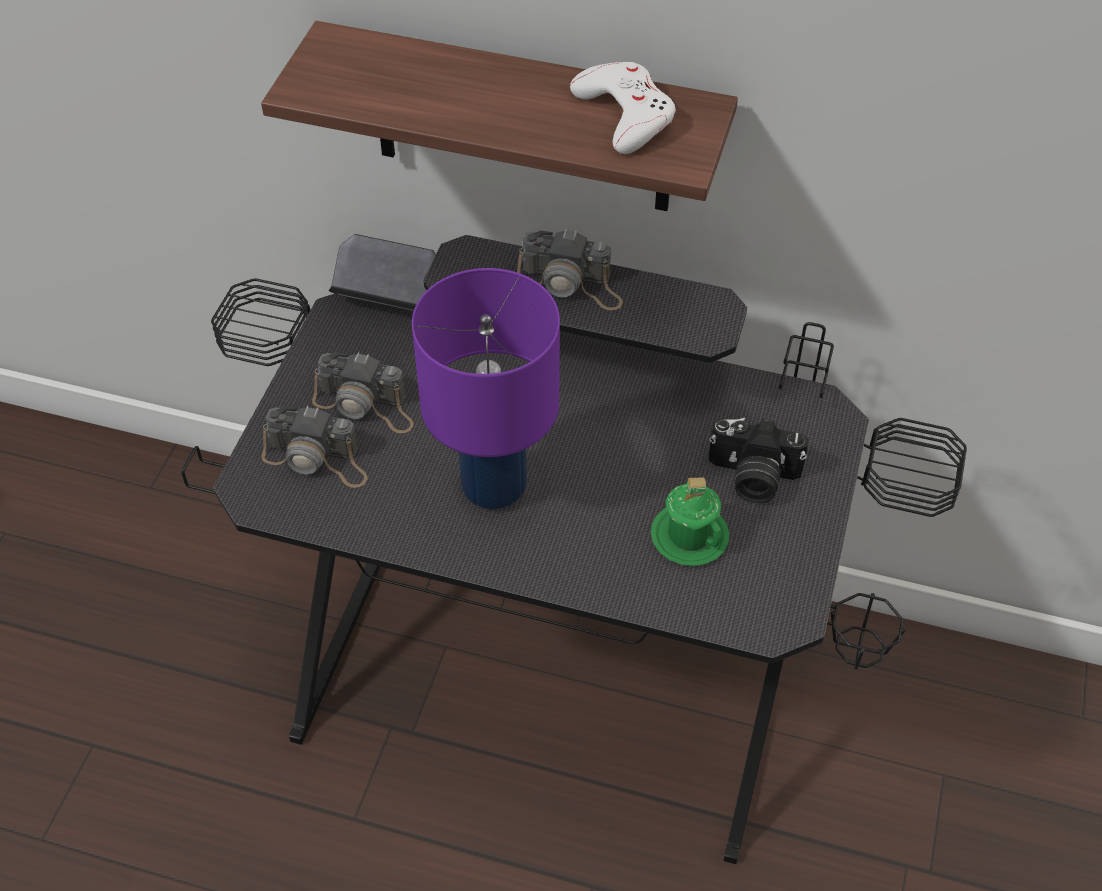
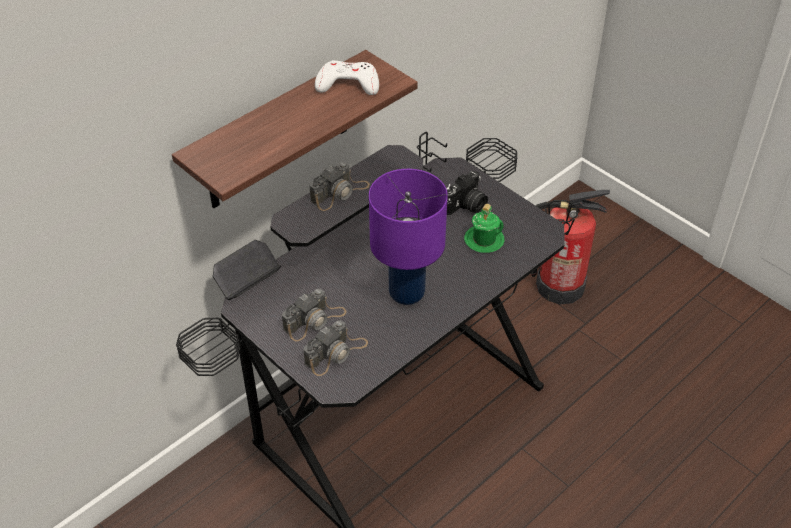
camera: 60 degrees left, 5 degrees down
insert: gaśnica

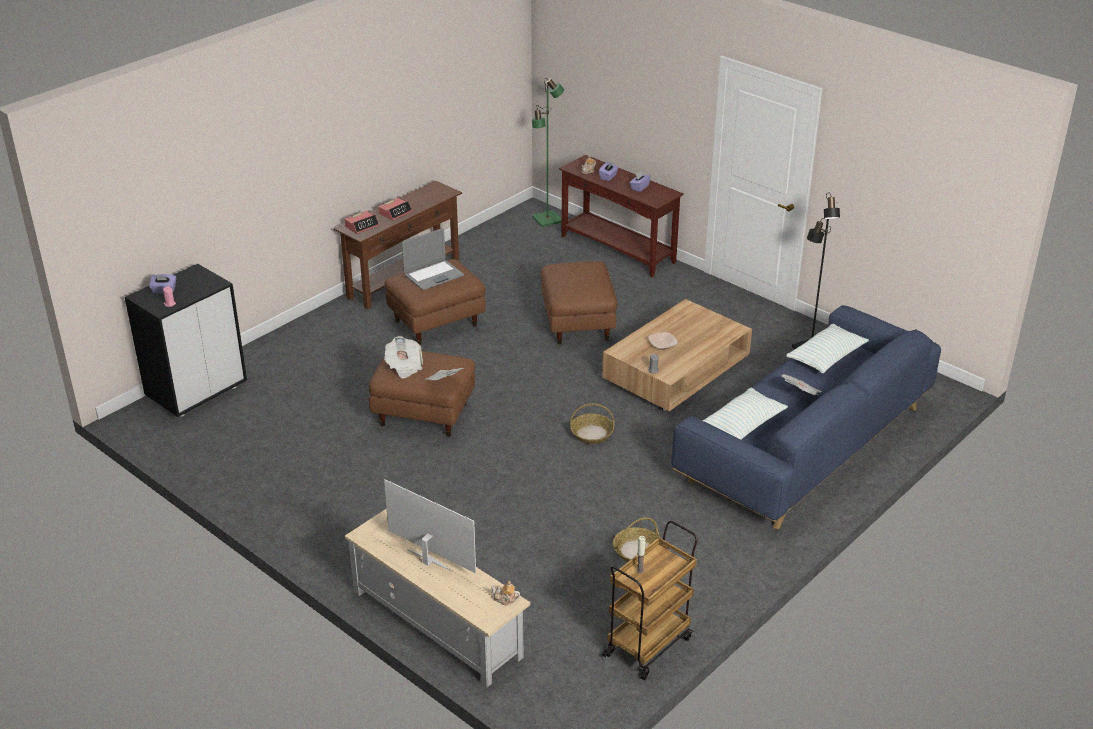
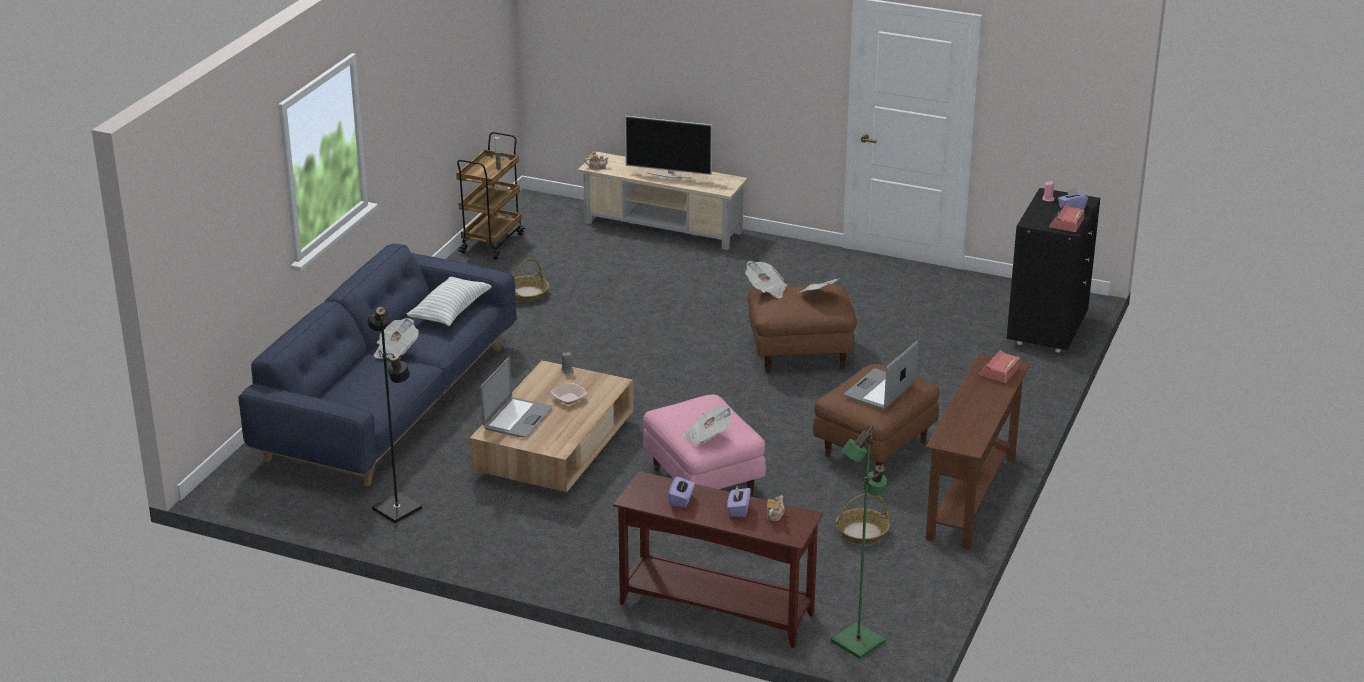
camera: 160 degrees right, 5 degrees down
delete: poduszka (2nd from left)
insert: laptop (1st from left); gazeta (2nd from left)
move: budzik (2nd from left); koszyk (1st from left in the first image) to koszyk (2nd from left)
recolor: pufa/brązowy (3rd from left) to pufa/różowy

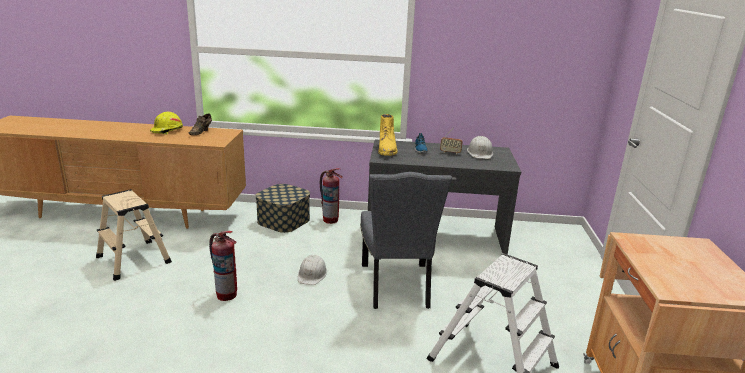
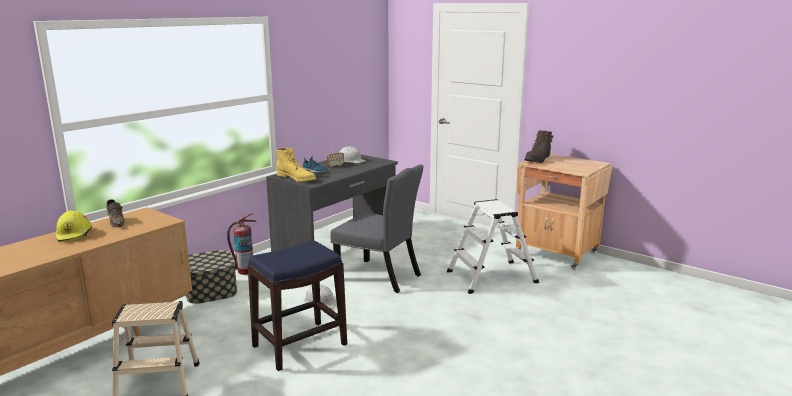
camera: 55 degrees left, 5 degrees down
insert: but z cholewką/brązowy
replace: gaśnica (1st from left) to stołek

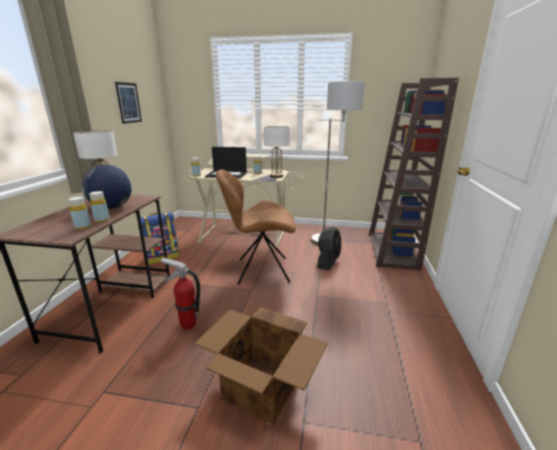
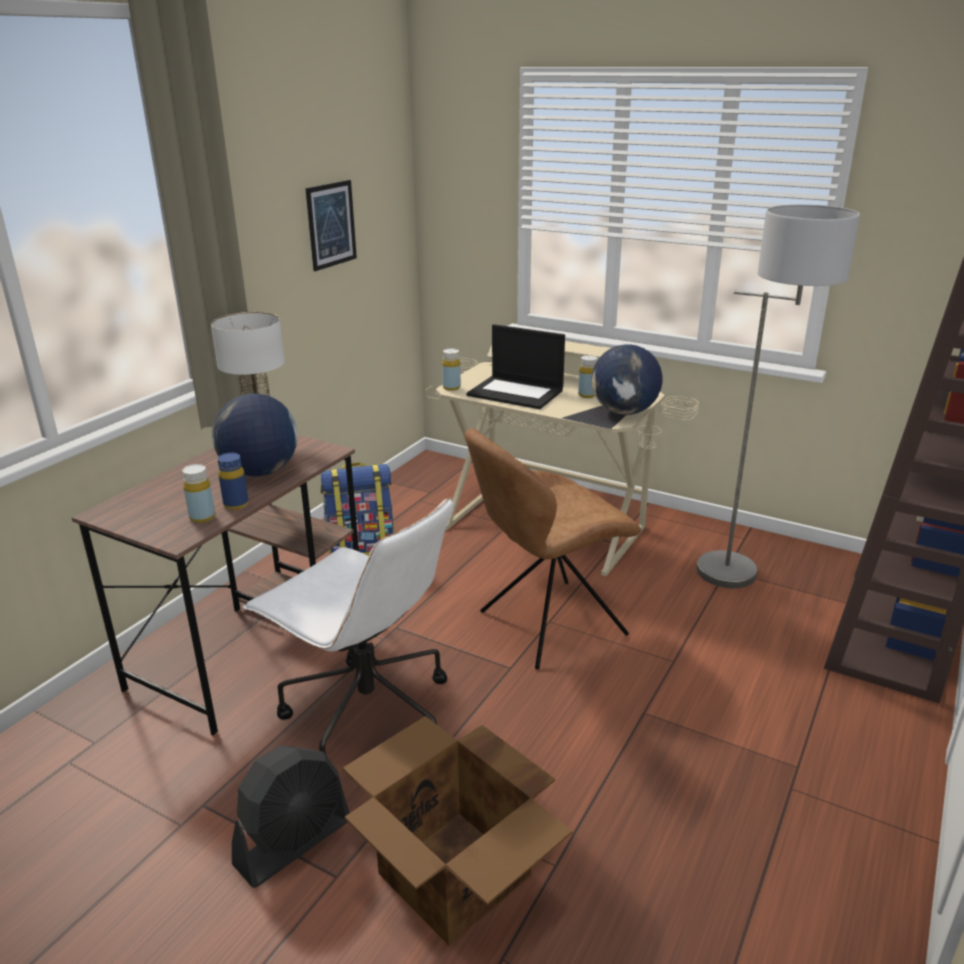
camera: 20 degrees right, 5 degrees up
move: wentylator/czarny
replace: lampa stołowa (2nd from left) to globus (2nd from left); gaśnica to krzesło biurowe/biały
recolor: butelka/żółty (2nd from left) to butelka/niebieski
rotate: krzesło/brązowy 45 degrees counterclockwise

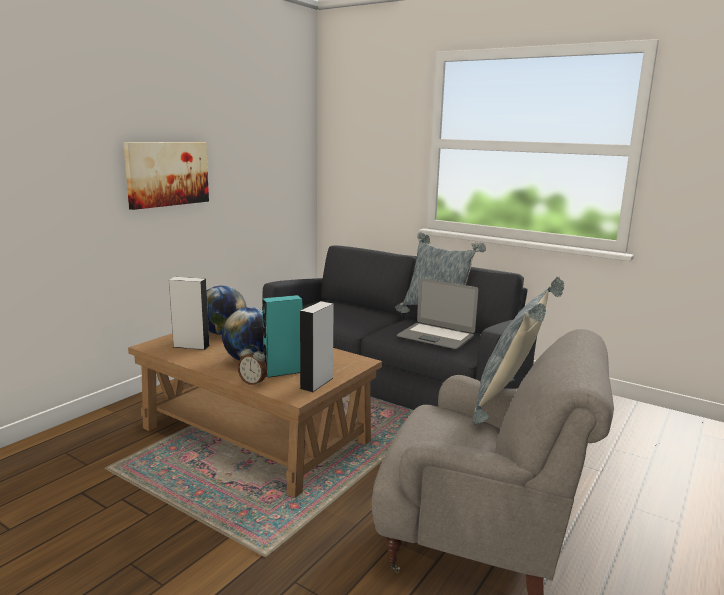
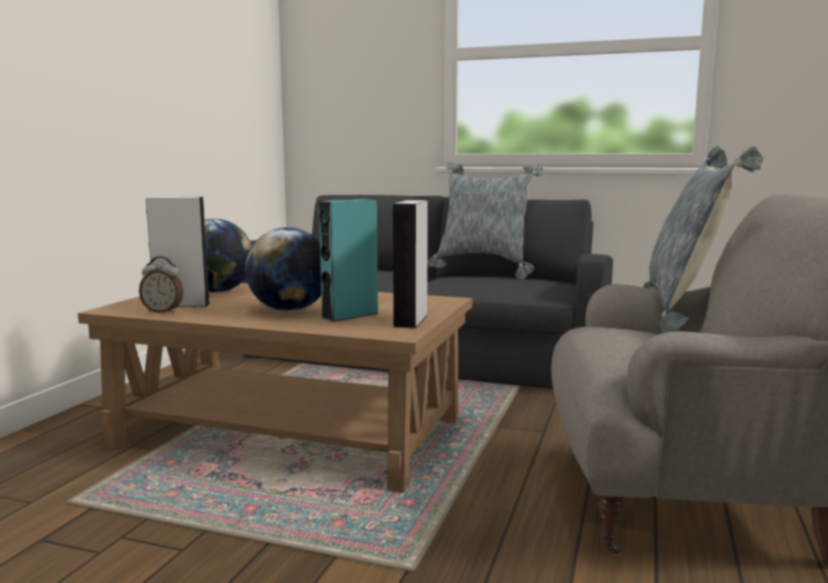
camera: 15 degrees left, 5 degrees down
delete: obraz; laptop
move: budzik

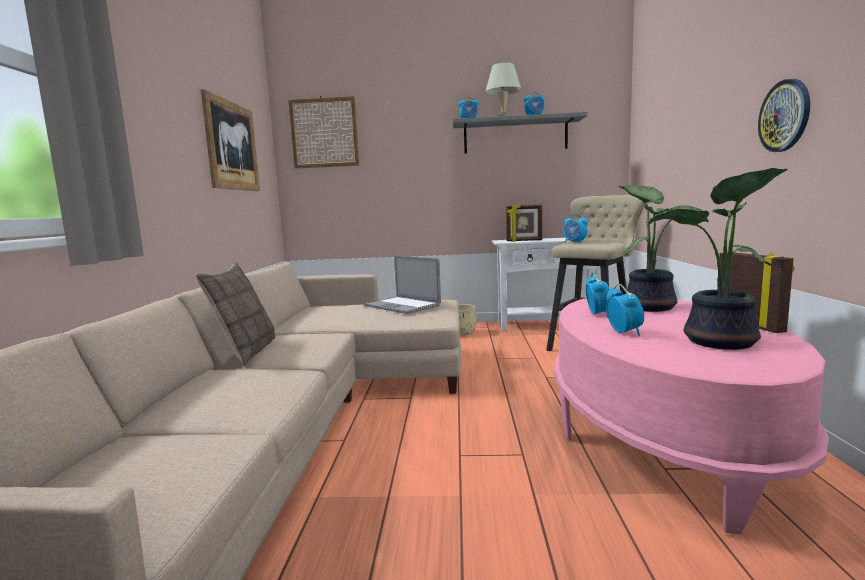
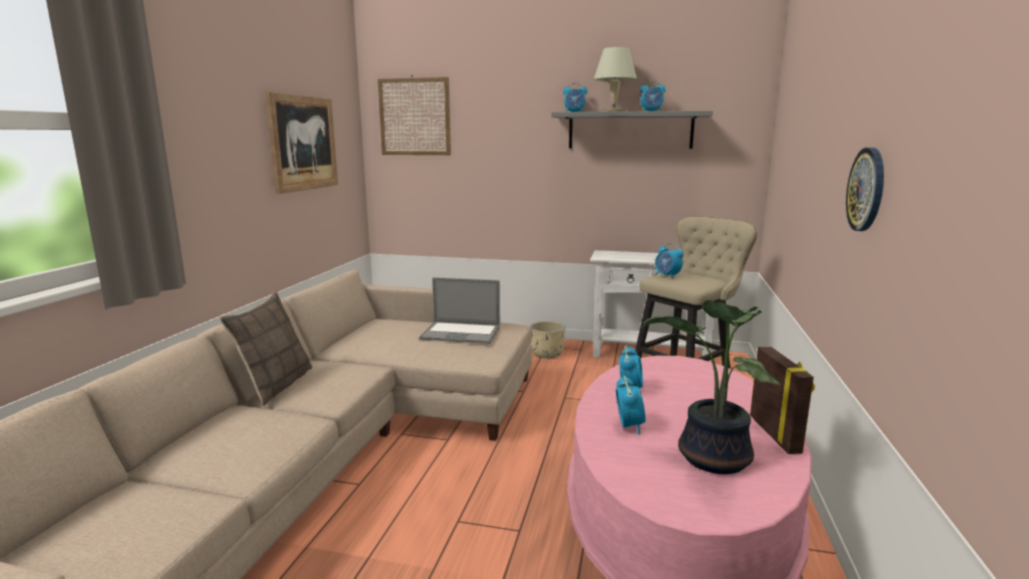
camera: 10 degrees right, 5 degrees up
delete: roślina doniczkowa (1st from left); ramka na zdjęcie (1st from left)
rotate: laptop 45 degrees counterclockwise

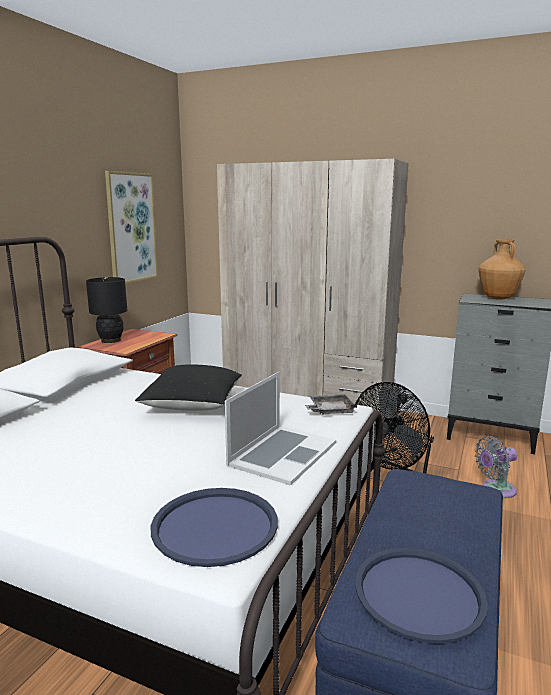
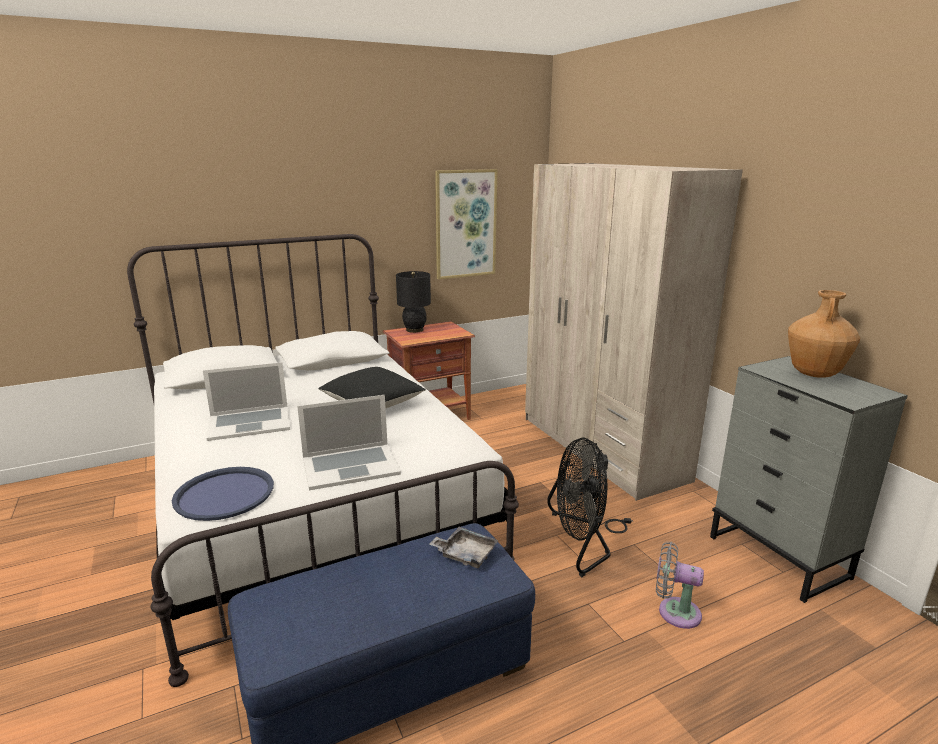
camera: 40 degrees right, 5 degrees up
delete: taca/niebieski (2nd from left)
insert: laptop (1st from left)
move: taca/szary

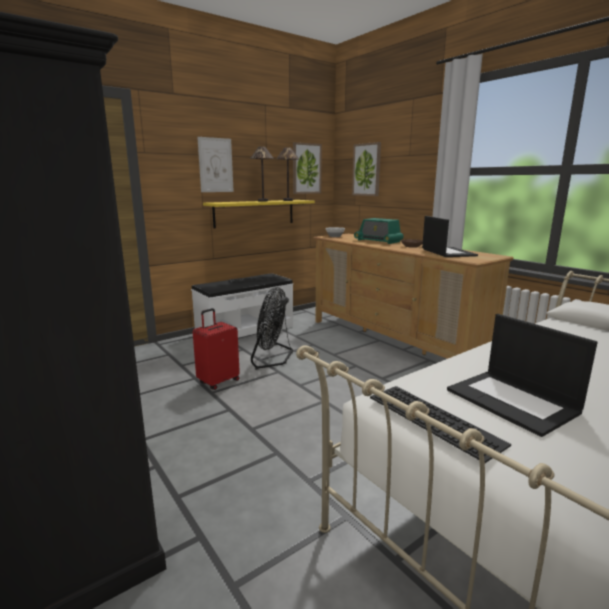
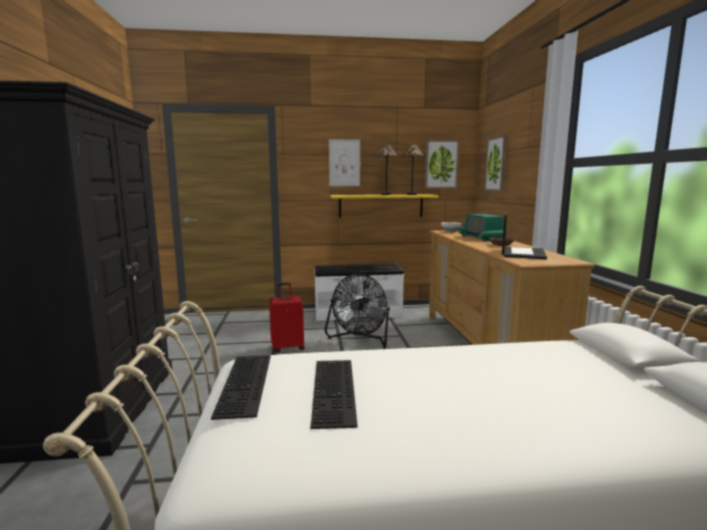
camera: 30 degrees right, 5 degrees down
replace: laptop (2nd from left) to klawiatura (2nd from left)
rotate: wentylator/czarny 105 degrees counterclockwise

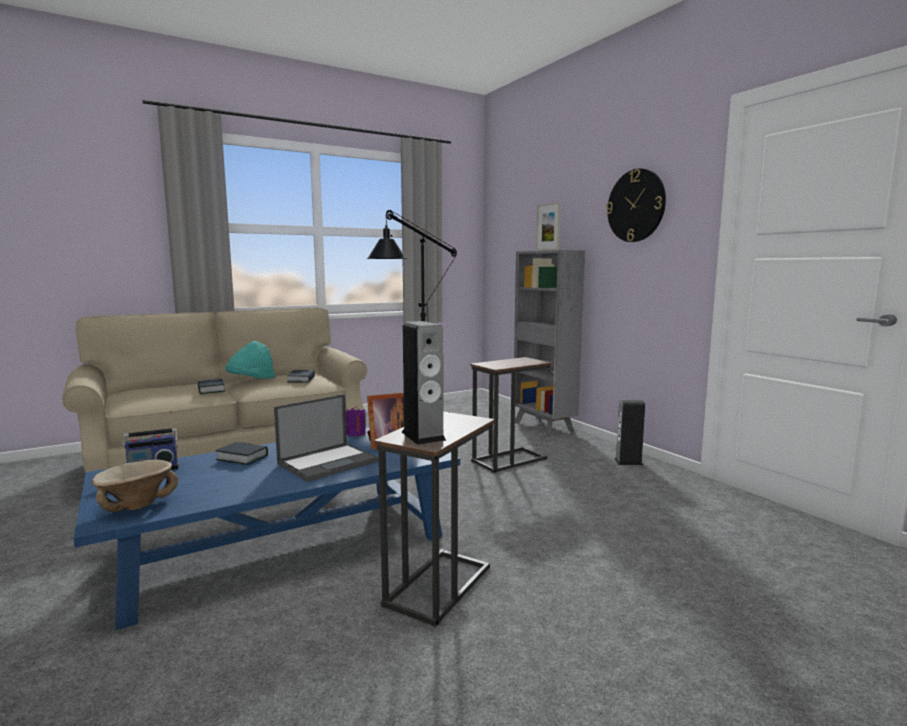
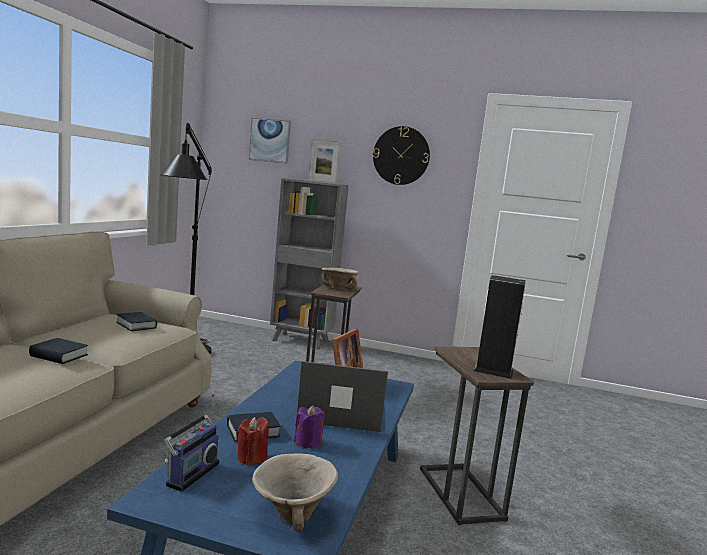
camera: 45 degrees left, 0 degrees up
delete: kapelusz/turkusowy; głośnik (2nd from left)
insert: obraz; miska/beżowy (2nd from left); świeca/czerwony
move: świeca/fioletowy
rotate: laptop 90 degrees counterclockwise

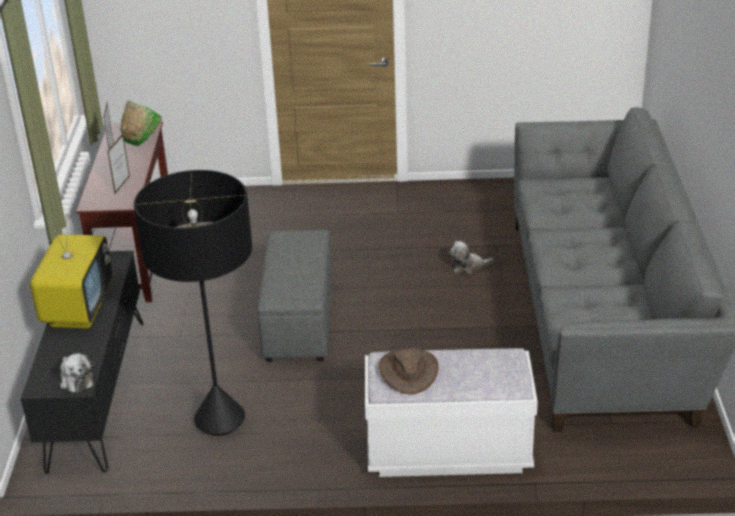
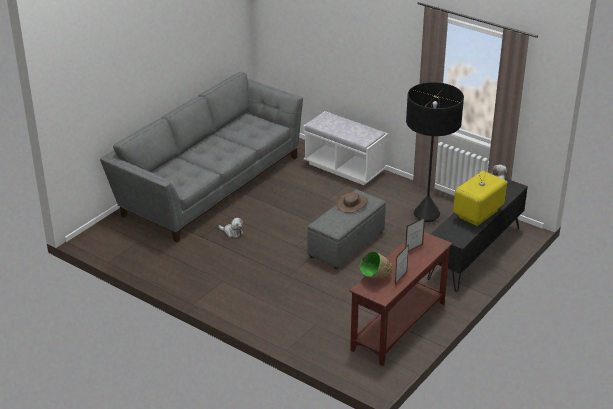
camera: 145 degrees left, 0 degrees up
move: kapelusz/brązowy

